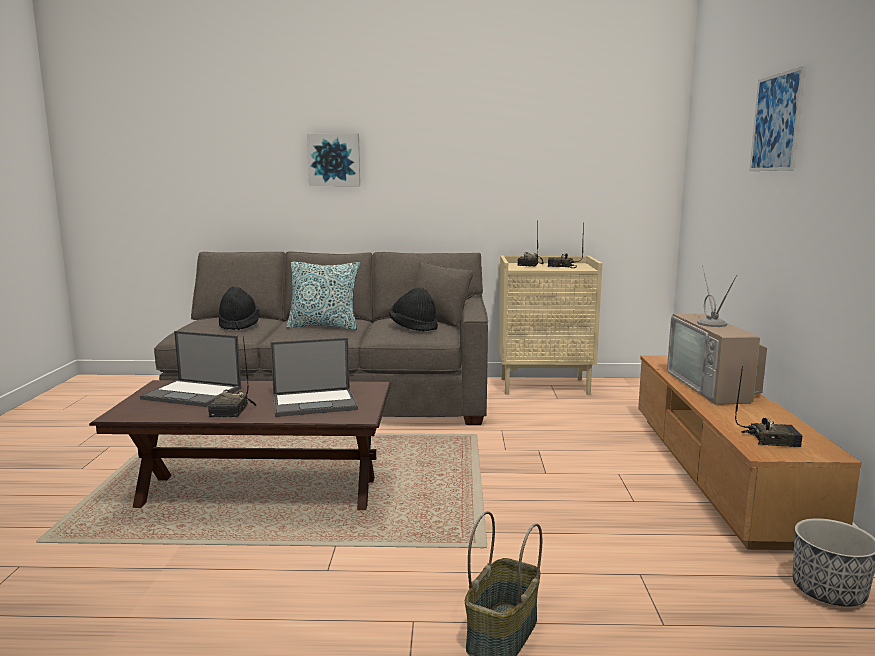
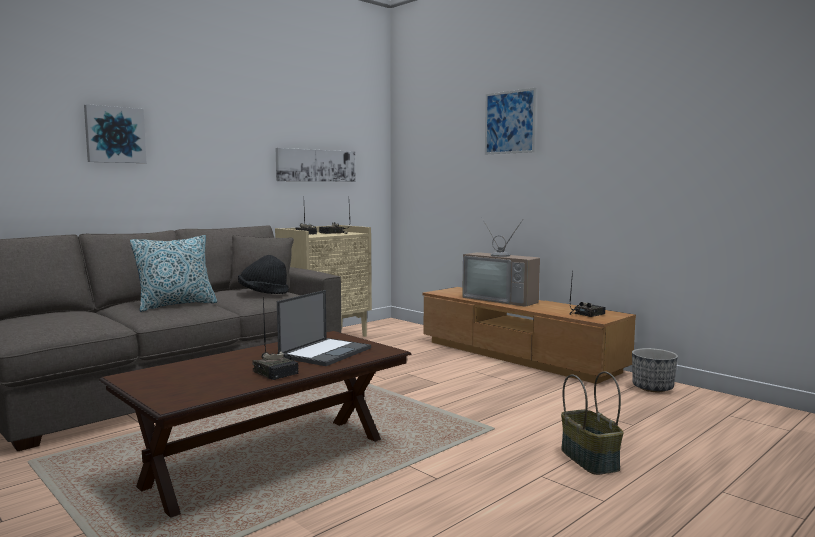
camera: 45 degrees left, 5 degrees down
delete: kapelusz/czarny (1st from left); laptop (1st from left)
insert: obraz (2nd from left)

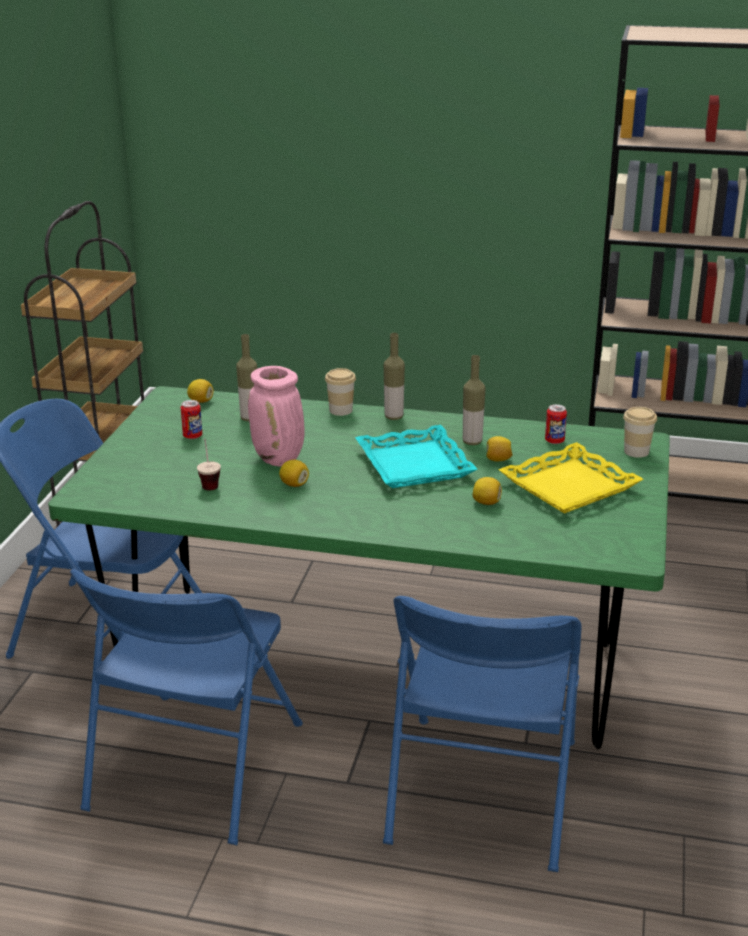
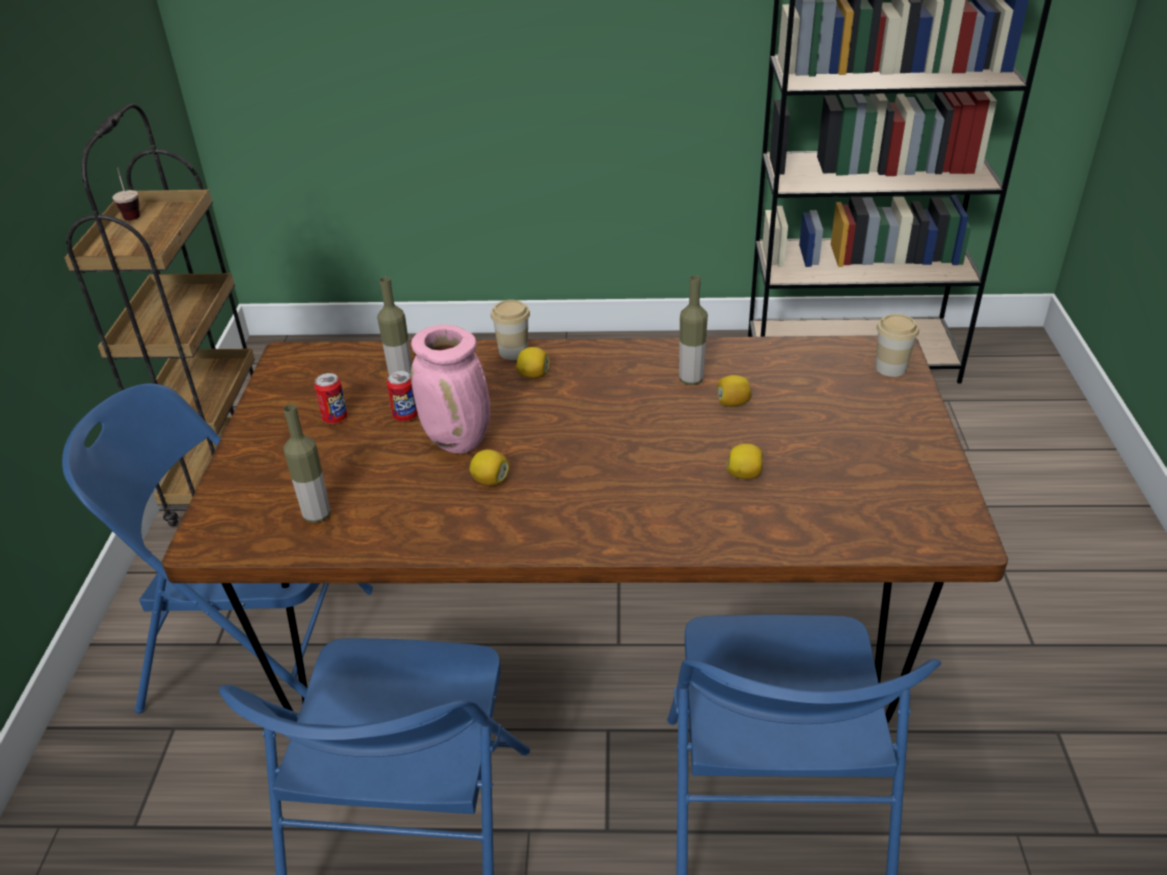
camera: 10 degrees left, 10 degrees up
delete: taca/turkusowy; taca/żółty
move: butelka (2nd from left in the first image) to butelka (1st from left); cytryna (1st from left in the first image) to cytryna (2nd from left); puszka (2nd from left); filiżanka (1st from left)
recolor: stół jadalny/zielony to stół jadalny/brązowy

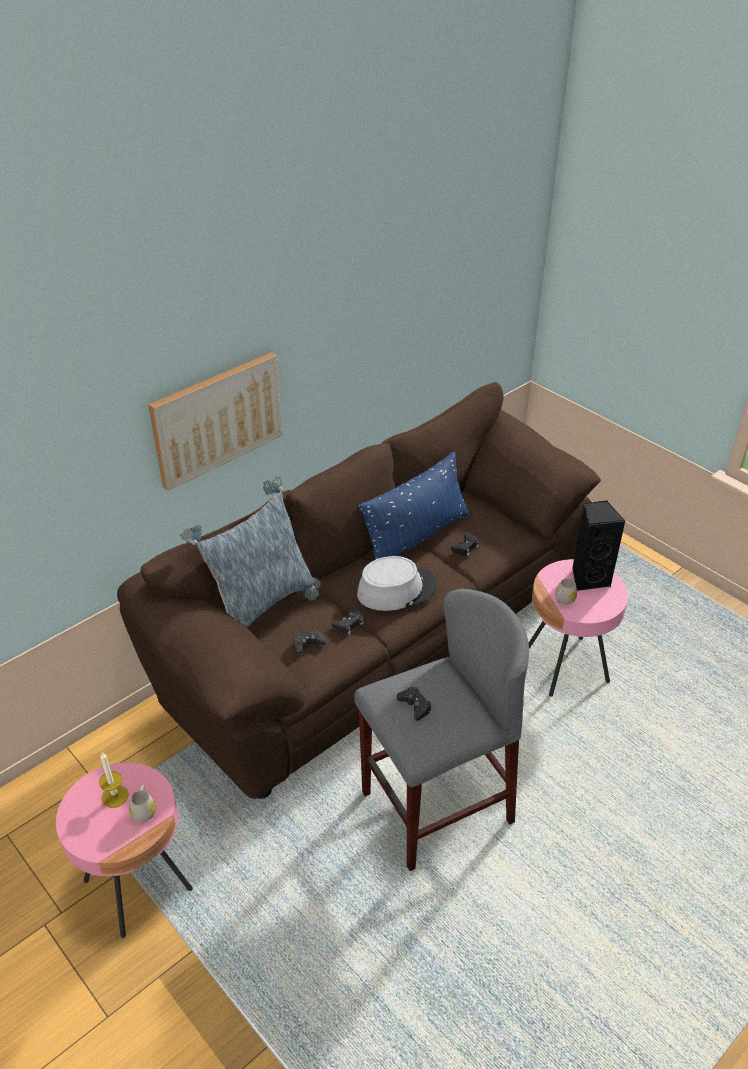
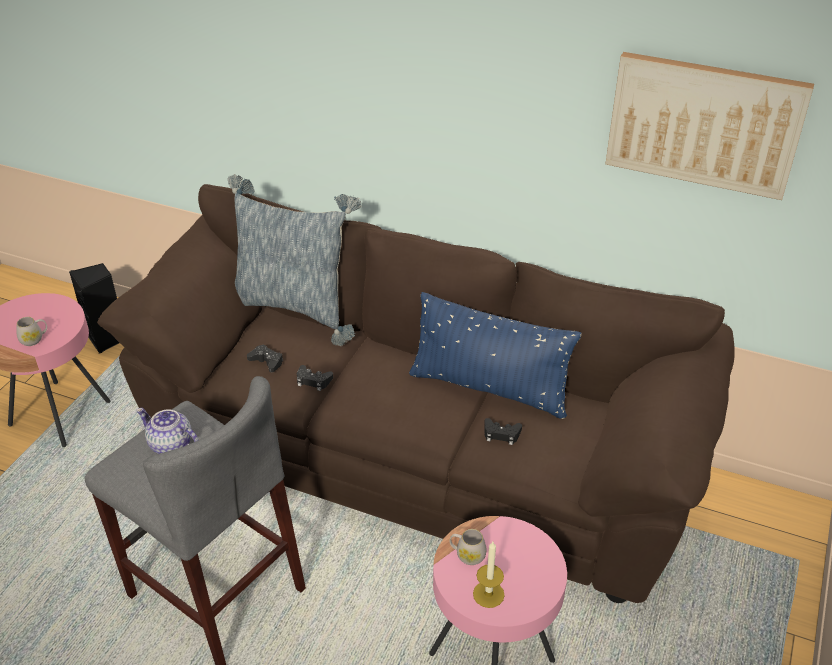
camera: 65 degrees right, 0 degrees up
delete: kapelusz/szary
move: obraz; głośnik/czarny; świeca
replace: pad do gier/czarny (3rd from left) to imbryk

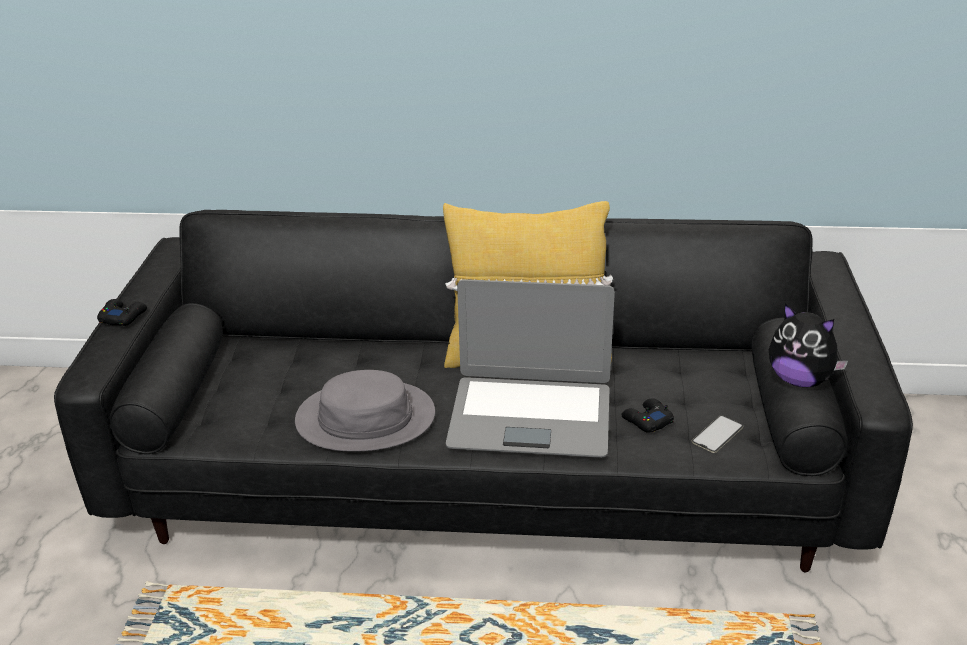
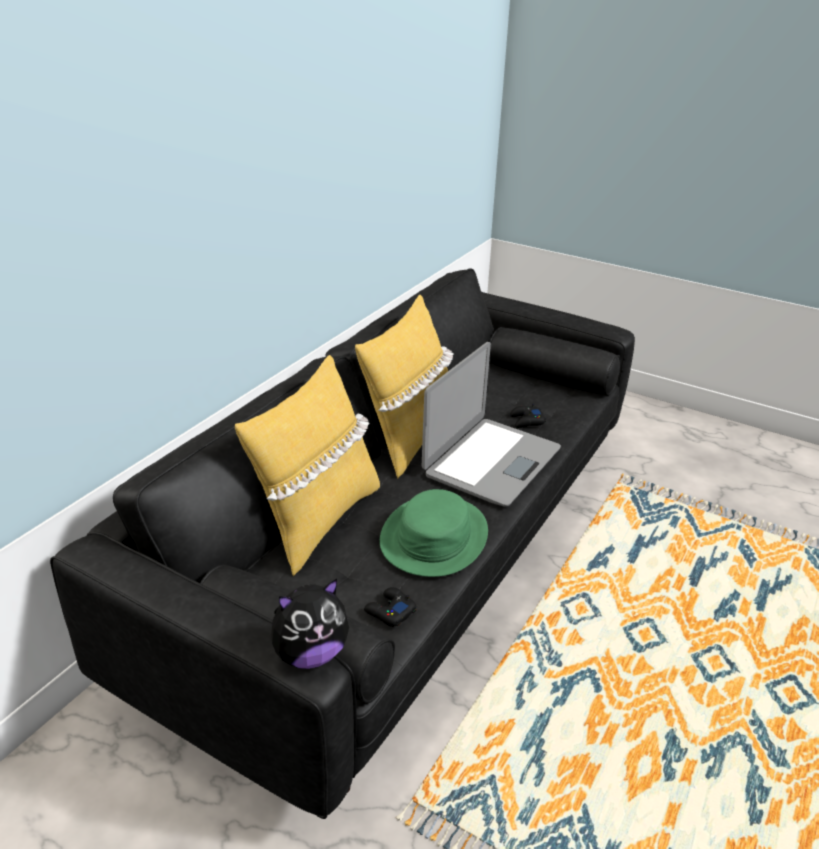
camera: 65 degrees left, 0 degrees up
delete: telefon
insert: poduszka/żółty (1st from left)
move: pad do gier/czarny (1st from left); pluszak
recolor: kapelusz/szary to kapelusz/zielony

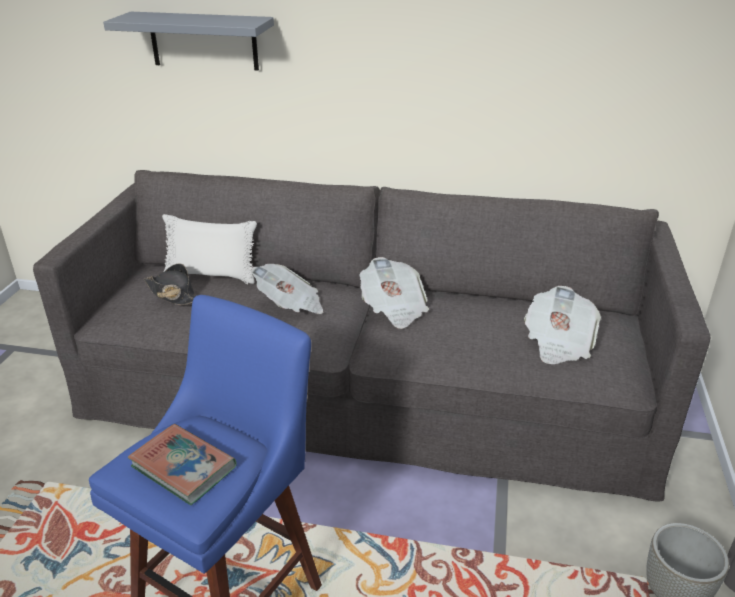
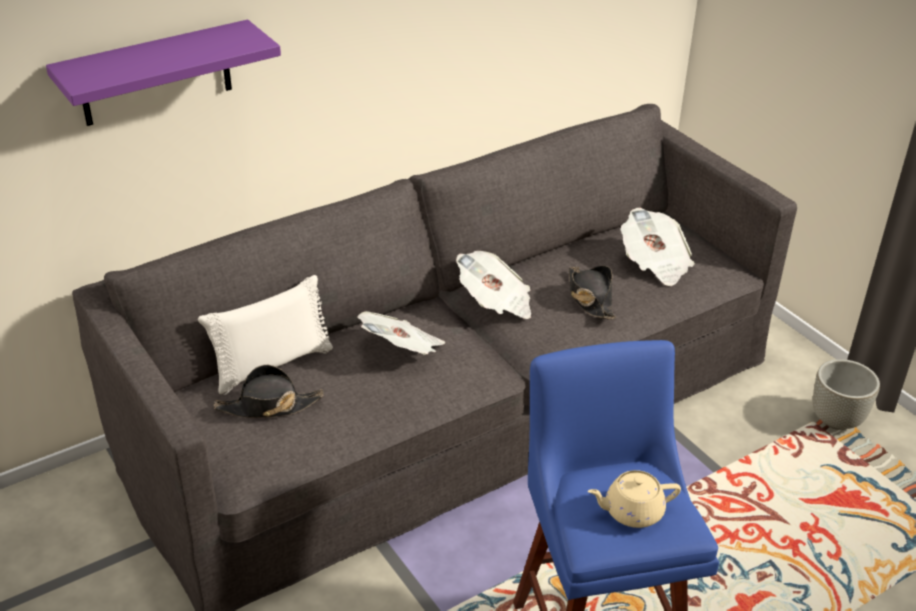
camera: 45 degrees left, 5 degrees up
insert: kapelusz/czarny (2nd from left)
replace: książka to imbryk/beżowy
recolor: półka/szary to półka/fioletowy

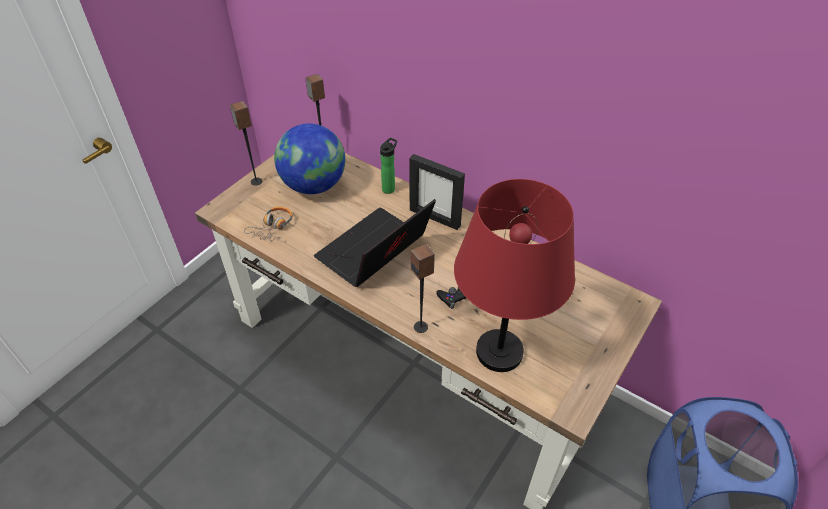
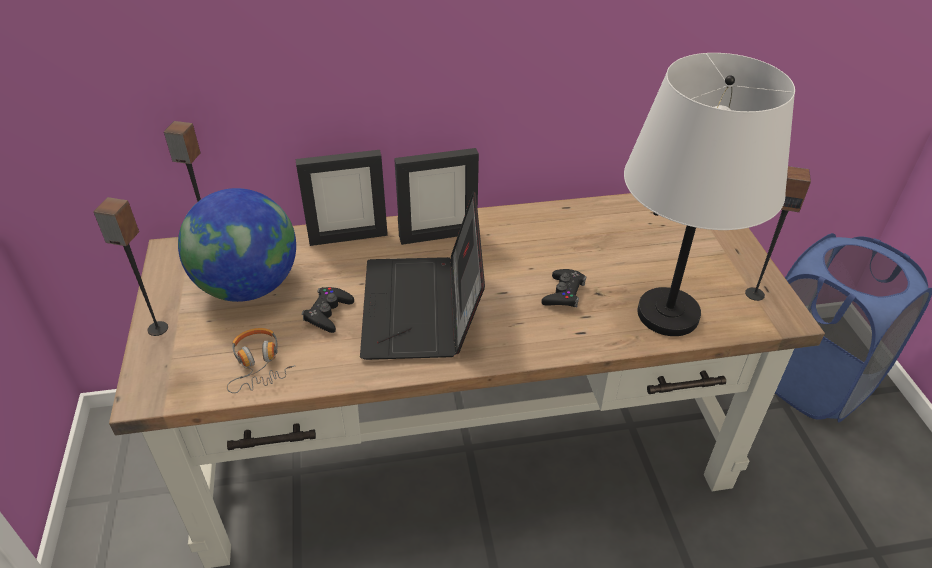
camera: 45 degrees left, 5 degrees down
insert: pad do gier/czarny (1st from left)
move: głośnik (3rd from left)
replace: butelka to ramka na zdjęcie (1st from left)
recolor: lampa stołowa/czerwony to lampa stołowa/biały

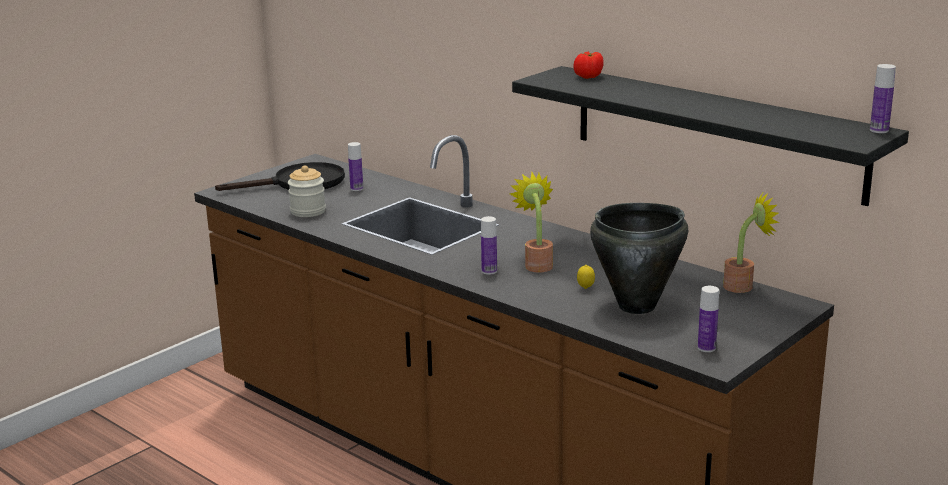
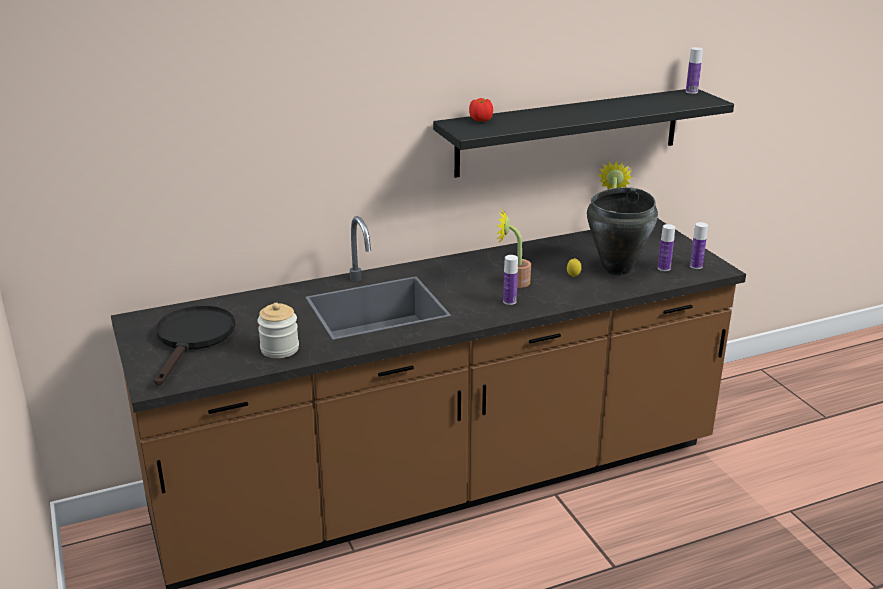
camera: 65 degrees left, 5 degrees up
move: butelka (1st from left in the first image) to butelka (2nd from left)

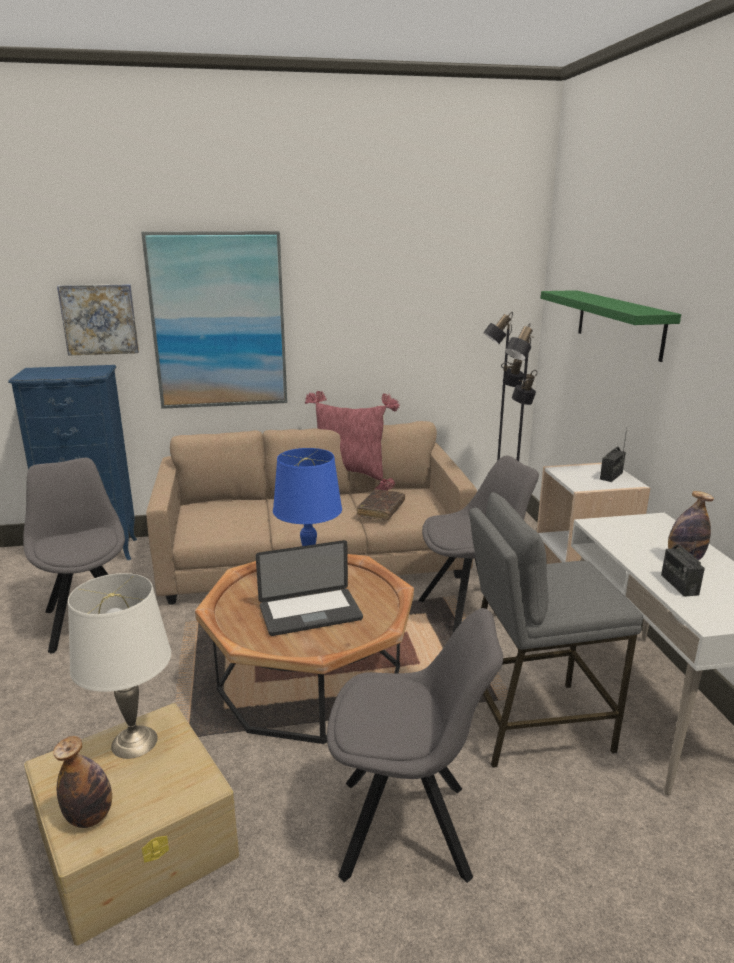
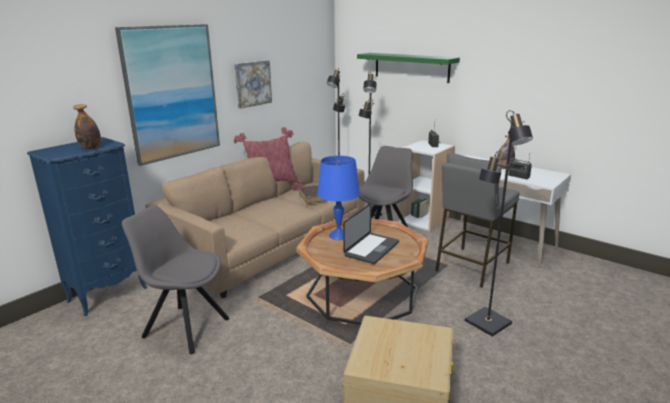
camera: 40 degrees left, 0 degrees up
delete: lampa stołowa/biały
move: obraz (1st from left in the first image) to obraz (2nd from left); butelka (1st from left)
replace: krzesło/szary (2nd from left) to lampa stojąca/czarny (3rd from left)

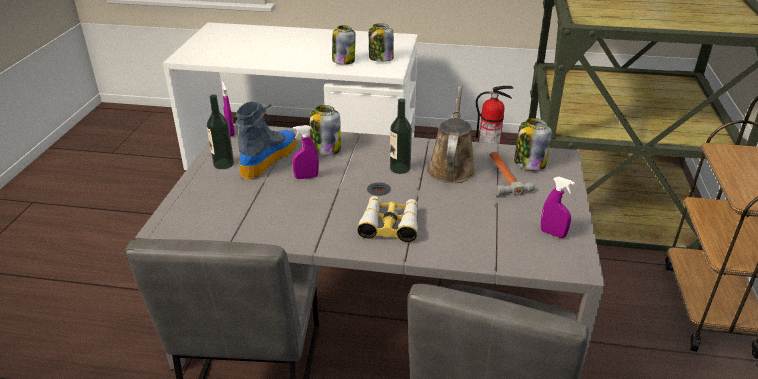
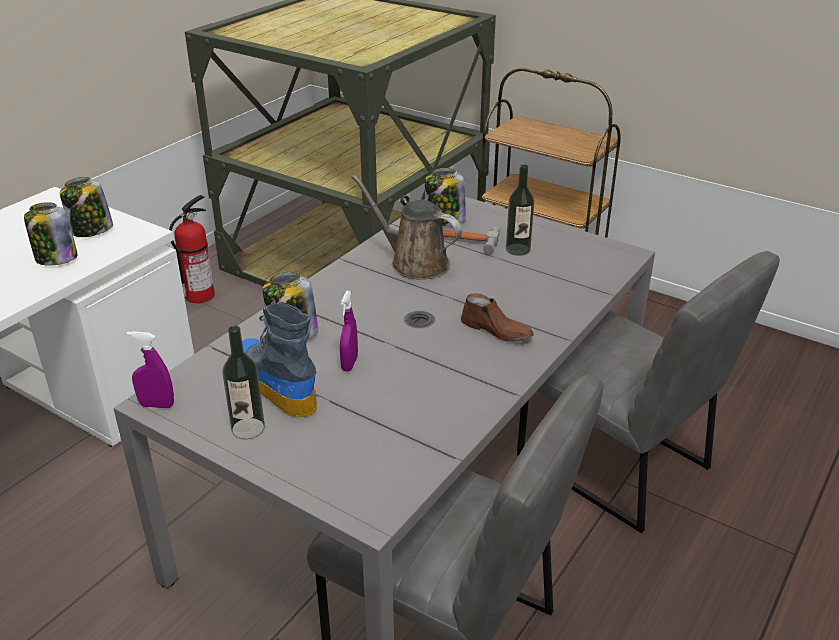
camera: 65 degrees left, 0 degrees up
delete: spryskiwacz/fioletowy (3rd from left)
move: butelka (2nd from left)
replace: lornetka to but/brązowy

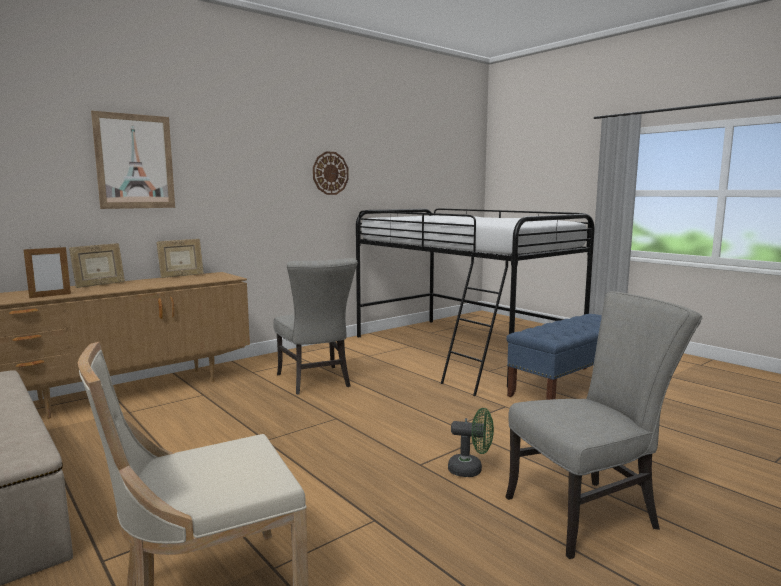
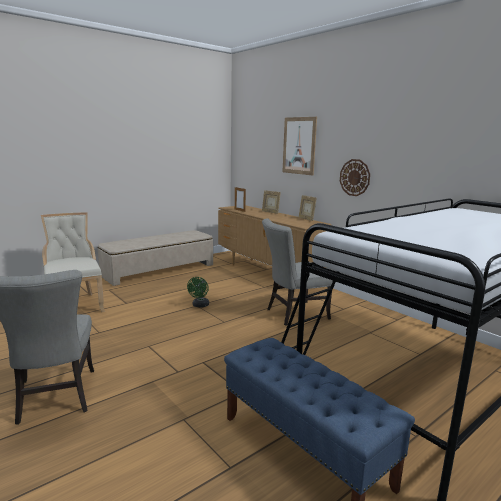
camera: 90 degrees right, 5 degrees up
move: zegar ścienny; wentylator/zielony

